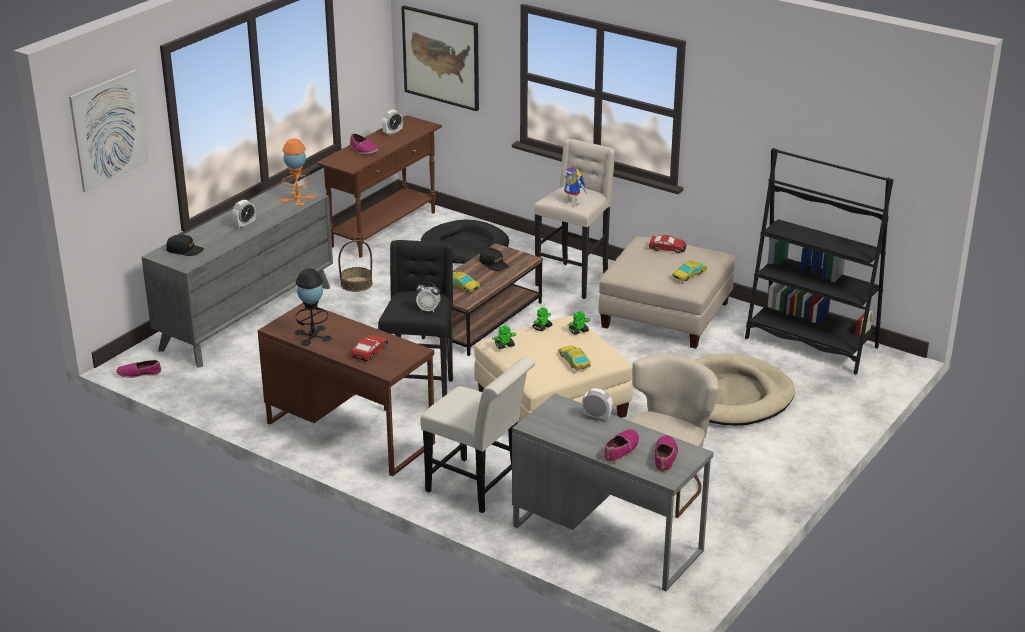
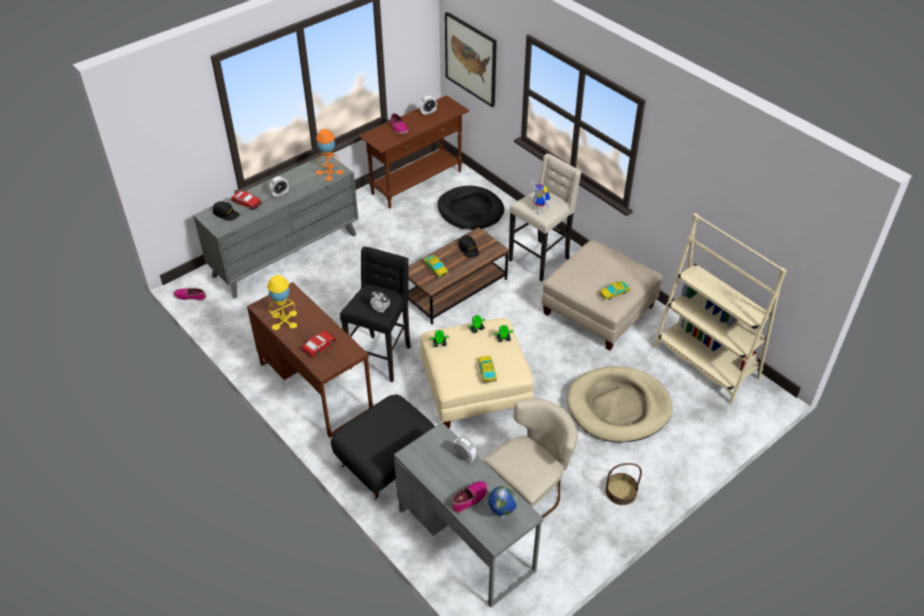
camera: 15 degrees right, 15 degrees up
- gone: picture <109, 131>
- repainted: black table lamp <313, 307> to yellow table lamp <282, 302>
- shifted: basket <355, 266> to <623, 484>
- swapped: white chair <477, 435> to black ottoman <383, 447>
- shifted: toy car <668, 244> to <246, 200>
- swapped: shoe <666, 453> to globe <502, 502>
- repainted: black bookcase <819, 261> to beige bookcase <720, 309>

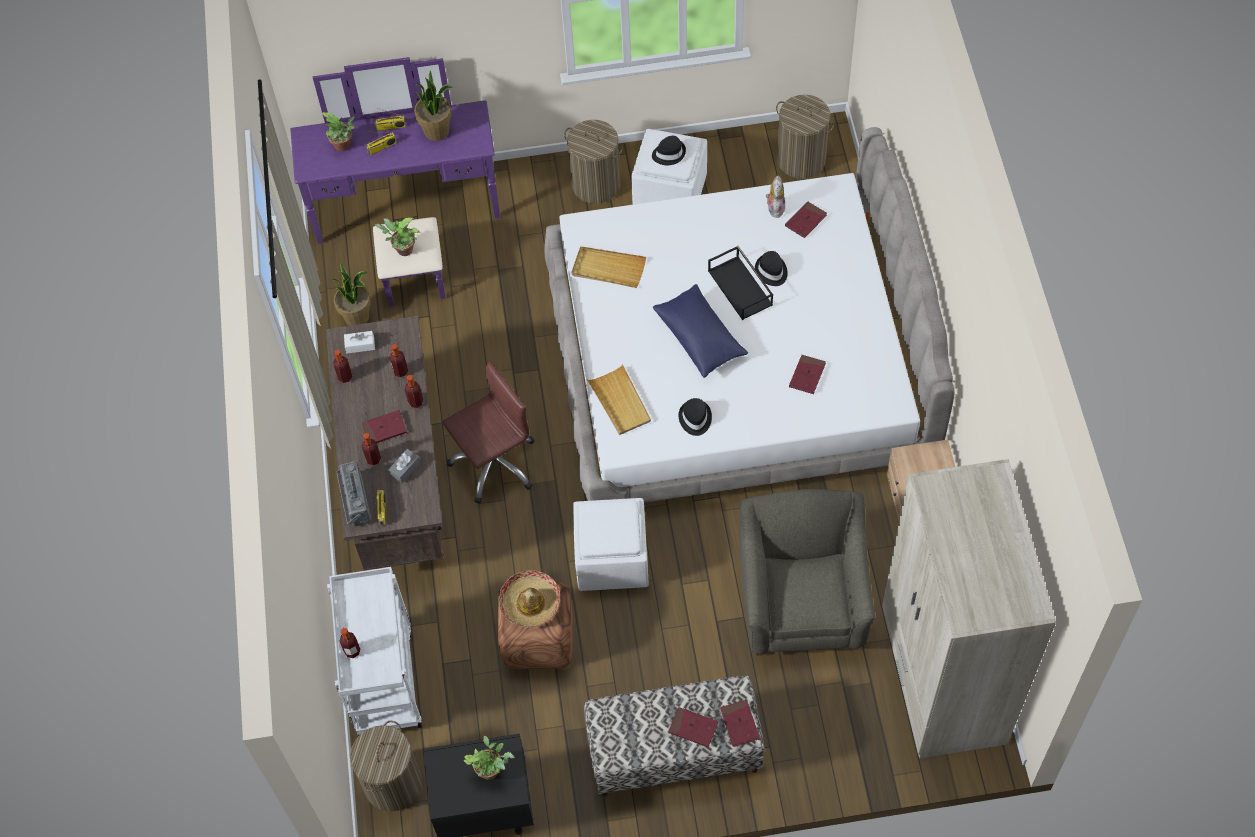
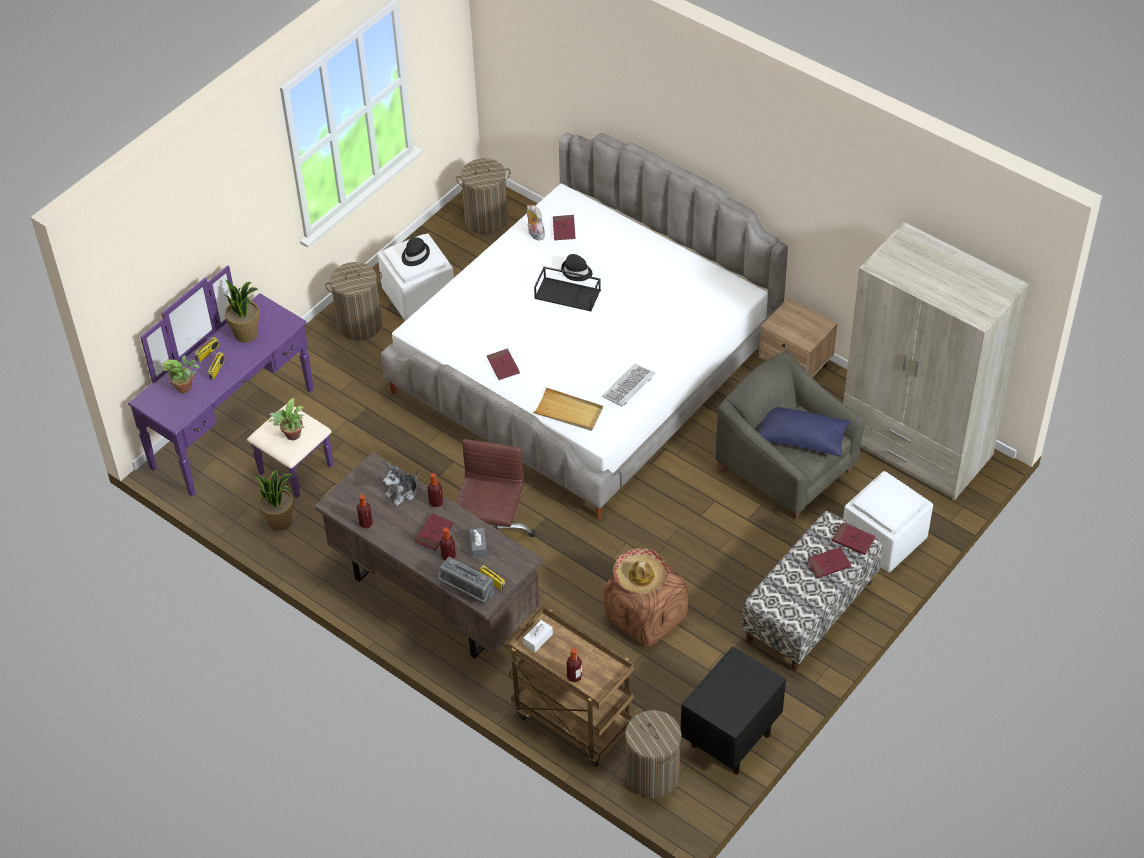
camera: 45 degrees left, 10 degrees down
- repainted: white cart <374, 651> to brown cart <570, 687>
- shifted: white tissue box <359, 342> to <538, 636>
- swapped: bottle <398, 360> to plush toy <401, 484>
- gone: potted plant <489, 757>
- gone: beige tray <608, 267>
- shifted: white ottoman <611, 544> to <888, 521>
- shifted: blue pillow <700, 331> to <804, 432>
- swapped: black hat <695, 417> to keyboard <628, 385>
- shifted: red book <807, 374> to <503, 364>

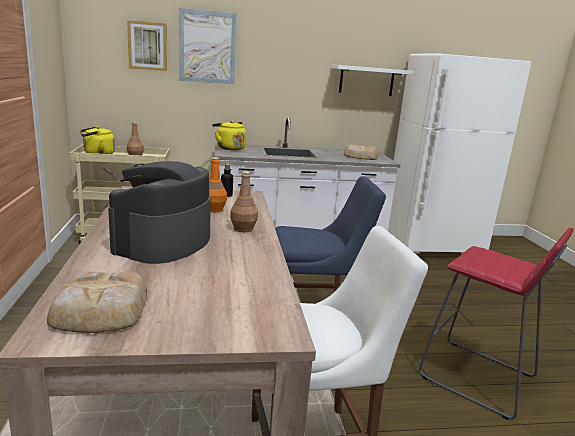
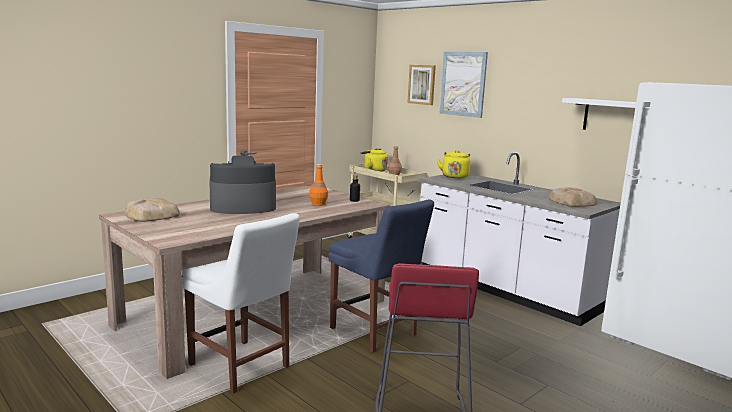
camera: 55 degrees right, 5 degrees down
- gone: brown bottle <244, 201>

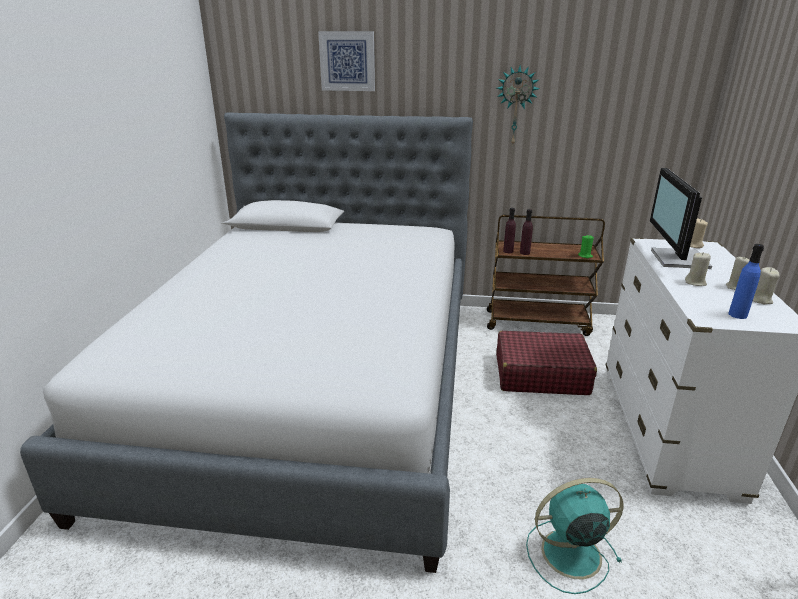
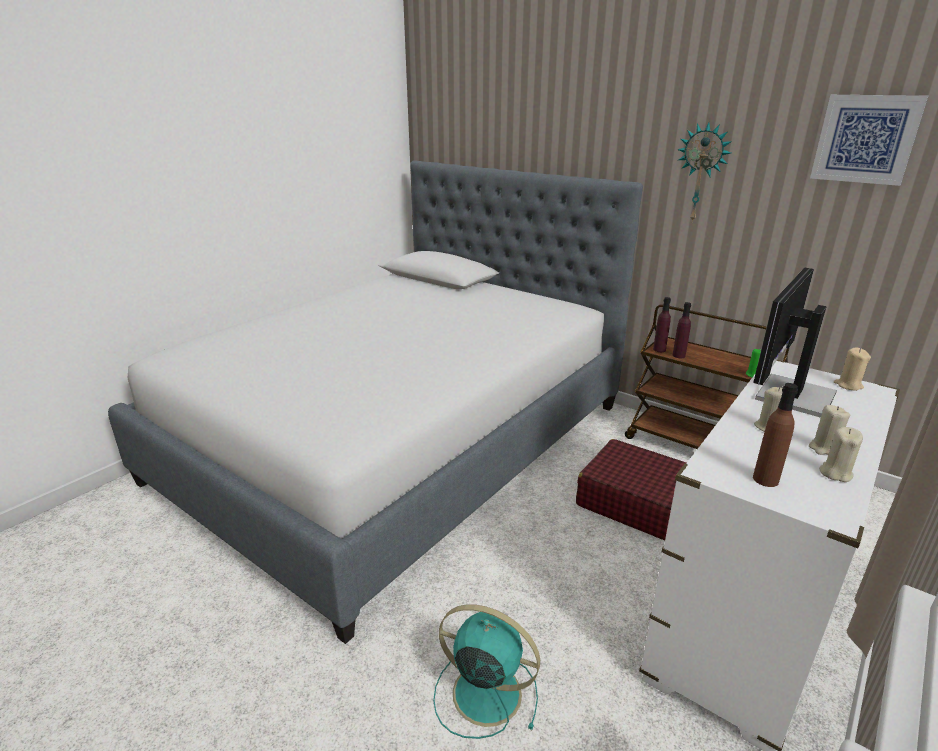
camera: 30 degrees right, 0 degrees up
- shifted: picture <346, 61> to <869, 140>
- repainted: blue bottle <746, 281> to brown bottle <775, 435>

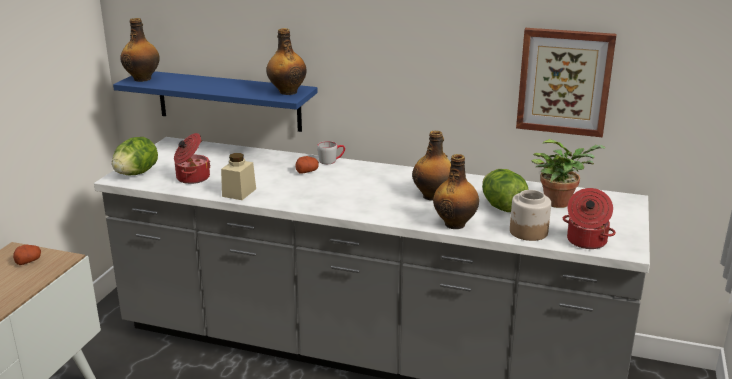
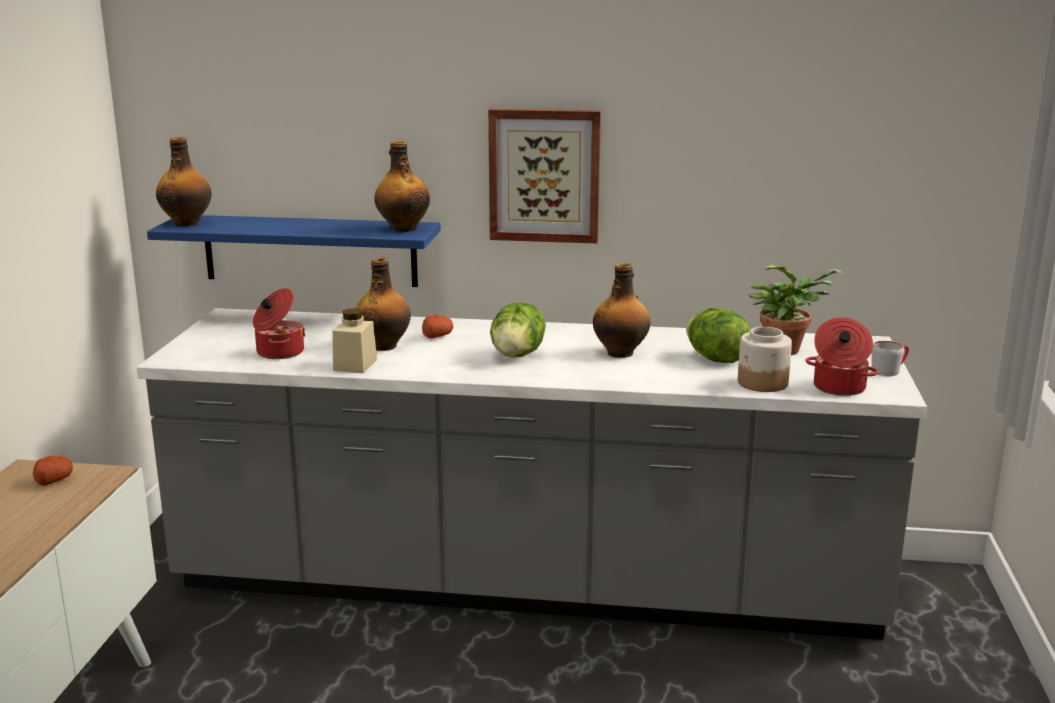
camera: 10 degrees left, 5 degrees down
- shifted: lettuce <135, 156> to <518, 330>
- shifted: grey mug <331, 152> to <890, 358>
- shifted: bottle <456, 191> to <383, 304>
- shifted: picture <566, 82> to <544, 175>

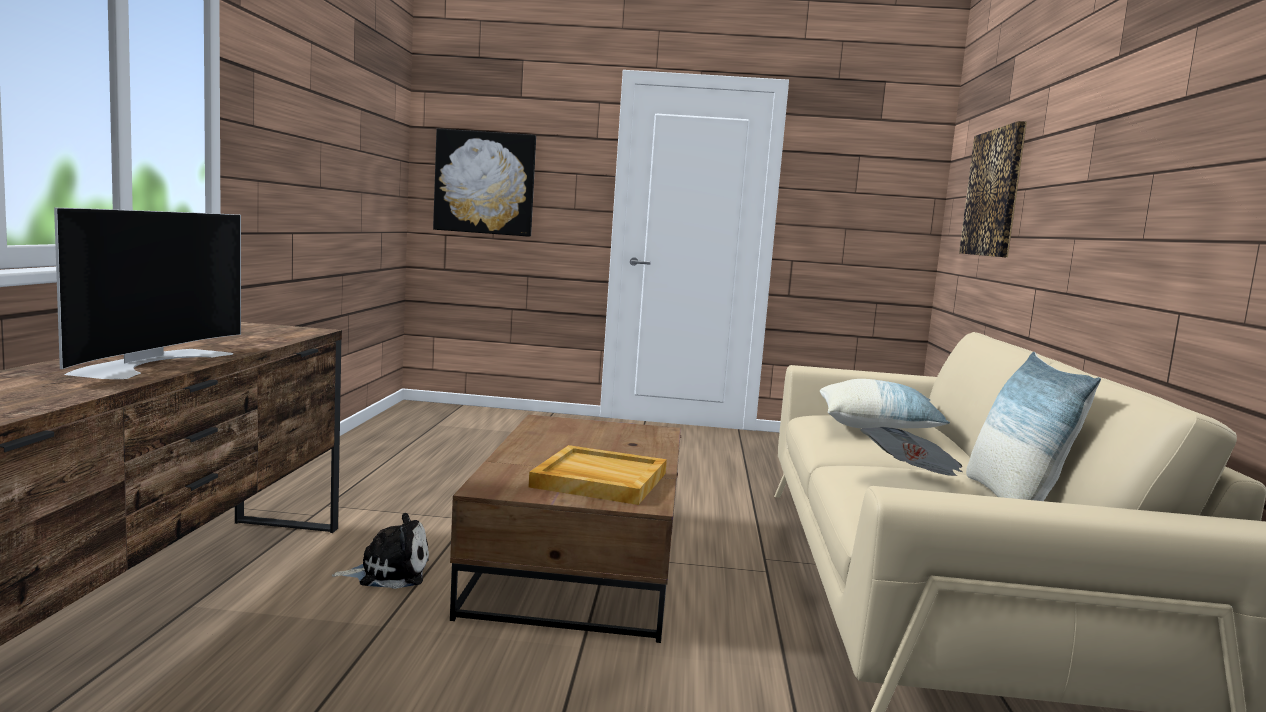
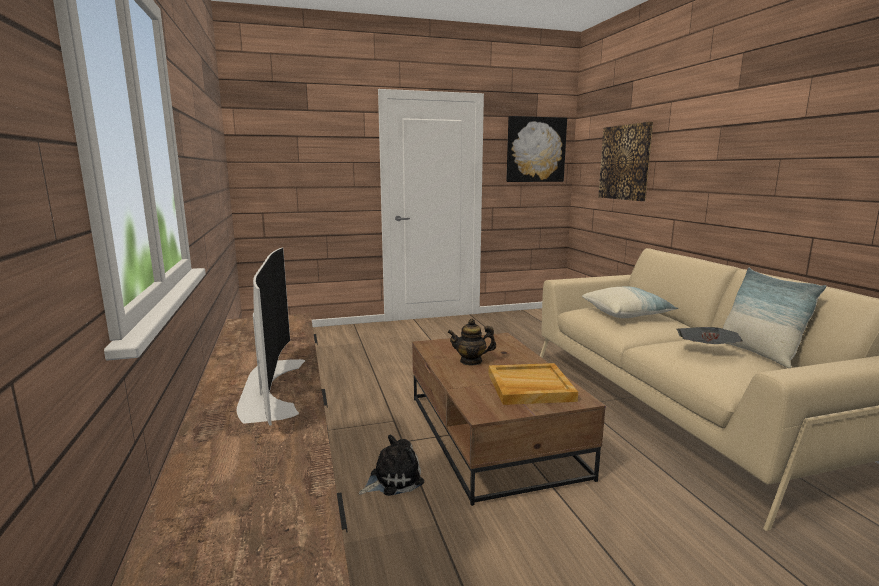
camera: 20 degrees left, 5 degrees up
- shifted: picture <484, 183> to <536, 149>
- new: teapot <471, 342>

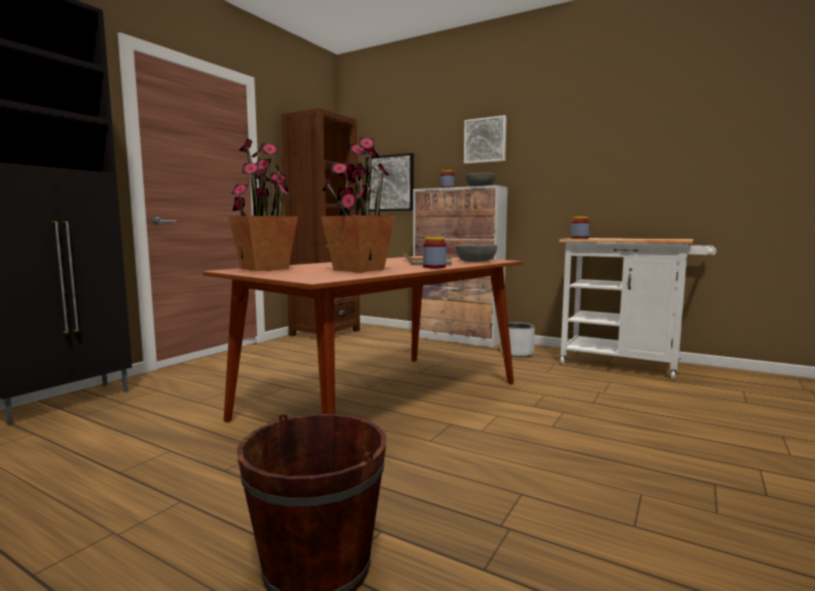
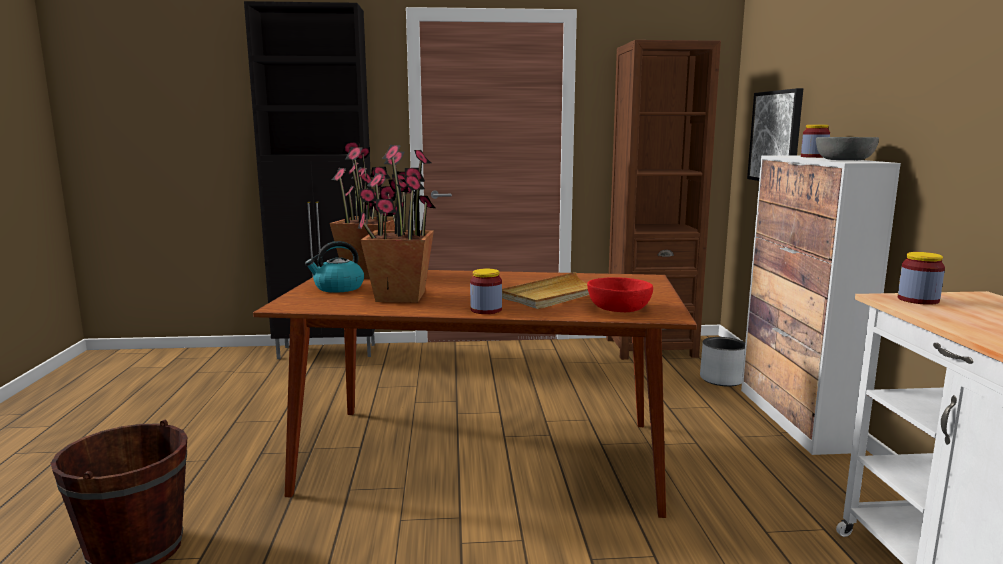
camera: 55 degrees right, 5 degrees up
- repainted: grey bowl <476, 253> to red bowl <620, 294>
- gone: picture <485, 139>
- shifted: grey planter <518, 339> to <722, 361>
- new: kettle <334, 267>

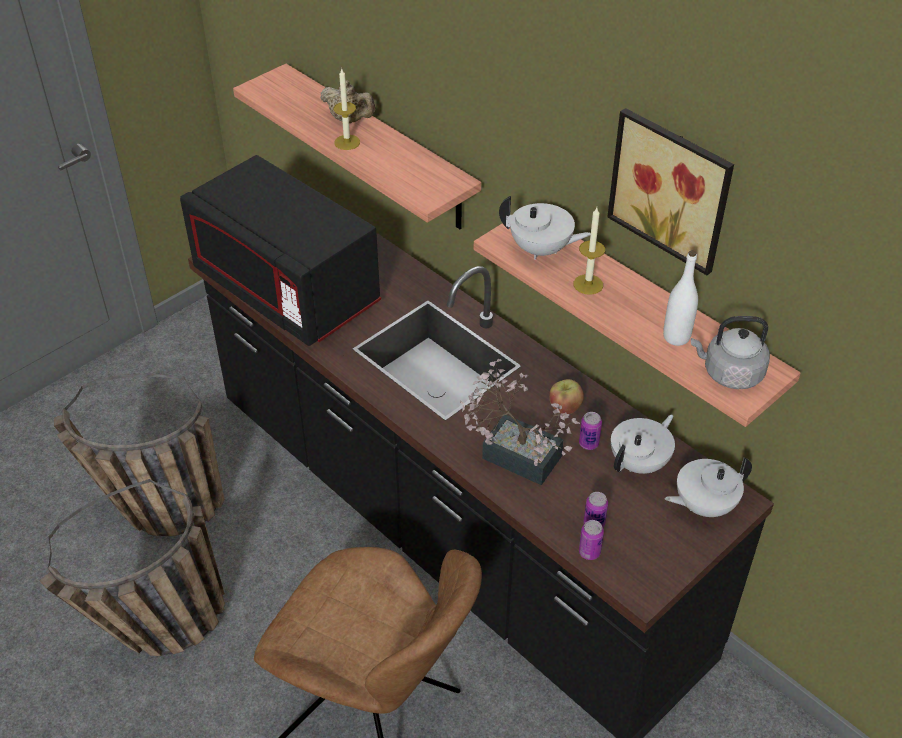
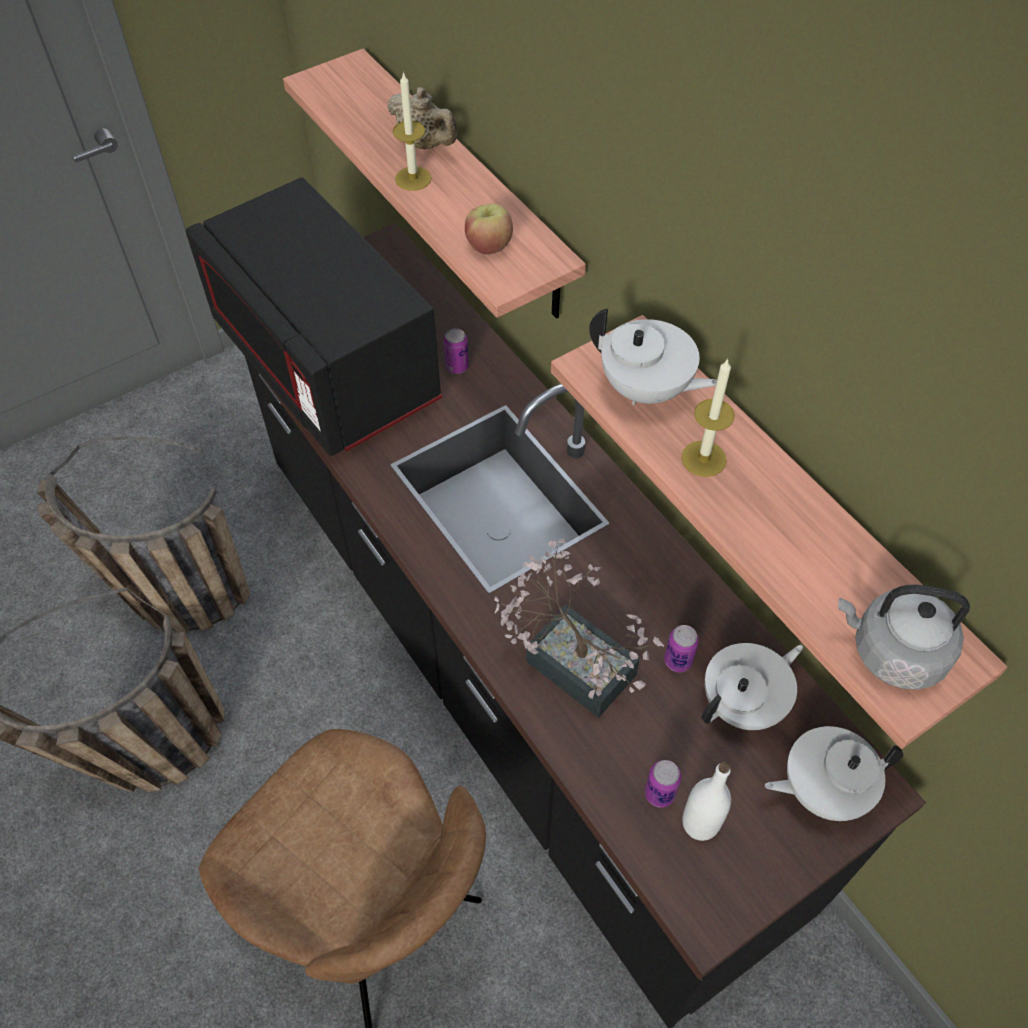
camera: 10 degrees right, 10 degrees up
- shifted: apple <566, 396> to <489, 229>
- shifted: can <591, 540> to <456, 351>
- gone: picture <670, 191>
- shifted: white bottle <680, 298> to <706, 801>

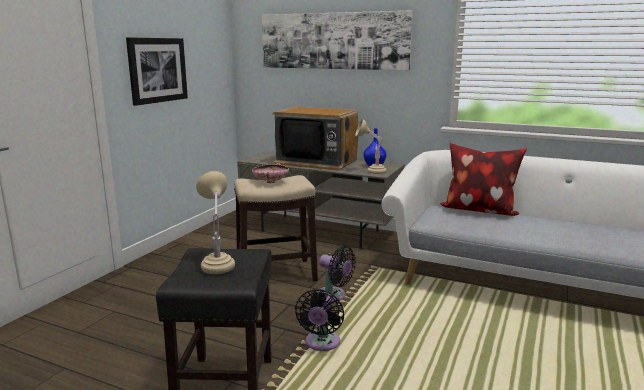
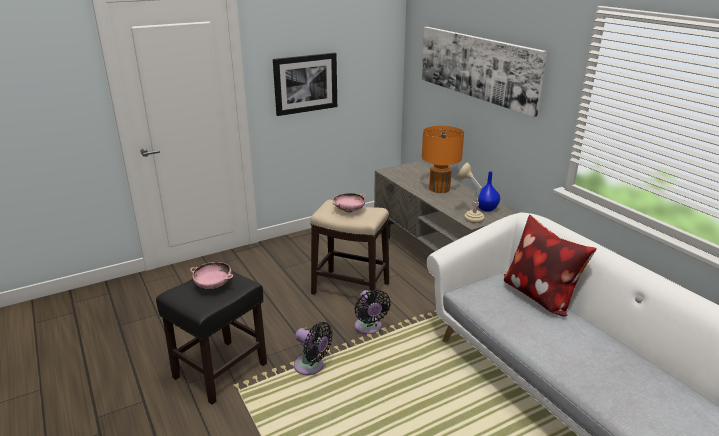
camera: 35 degrees right, 10 degrees up
- swapped: beige table lamp <215, 222> to pink bowl <211, 275>
- swapped: television <315, 139> to orange table lamp <443, 159>
- rotated: black fan <319, 320> = <313, 348> 105 degrees counterclockwise

